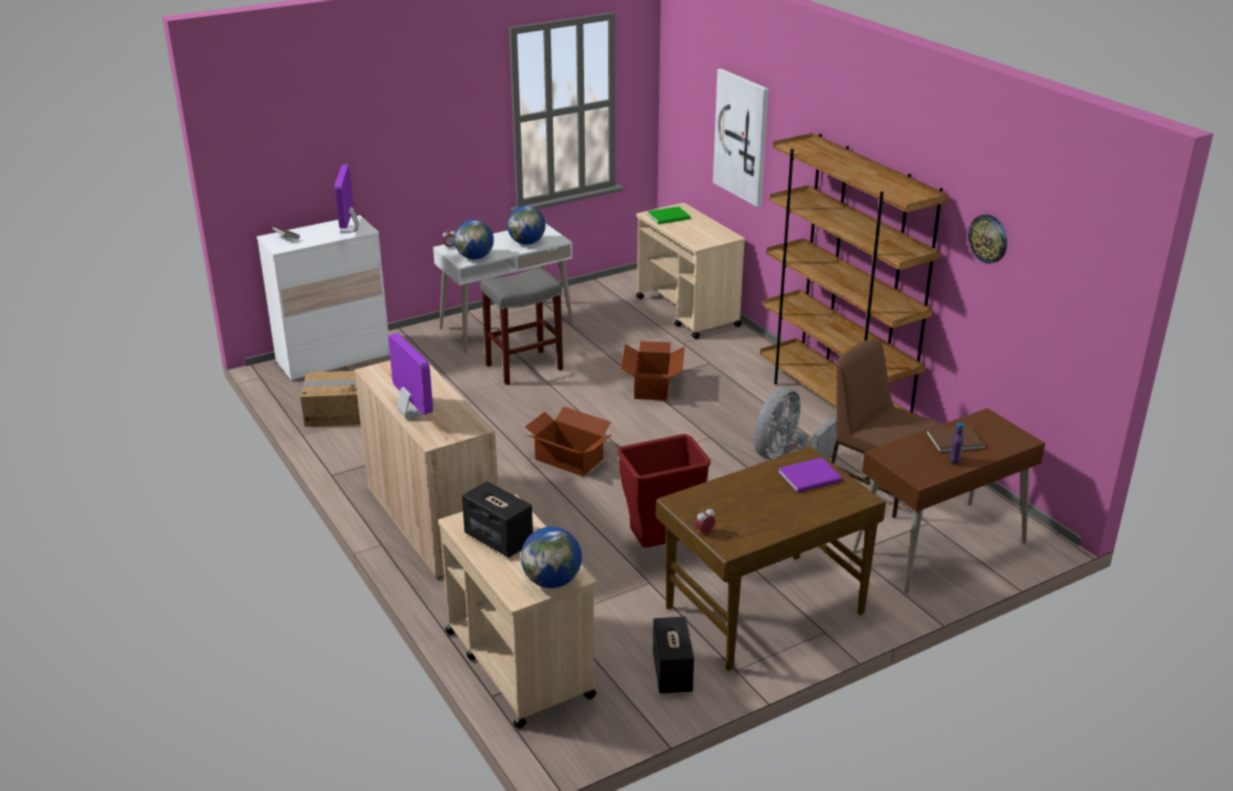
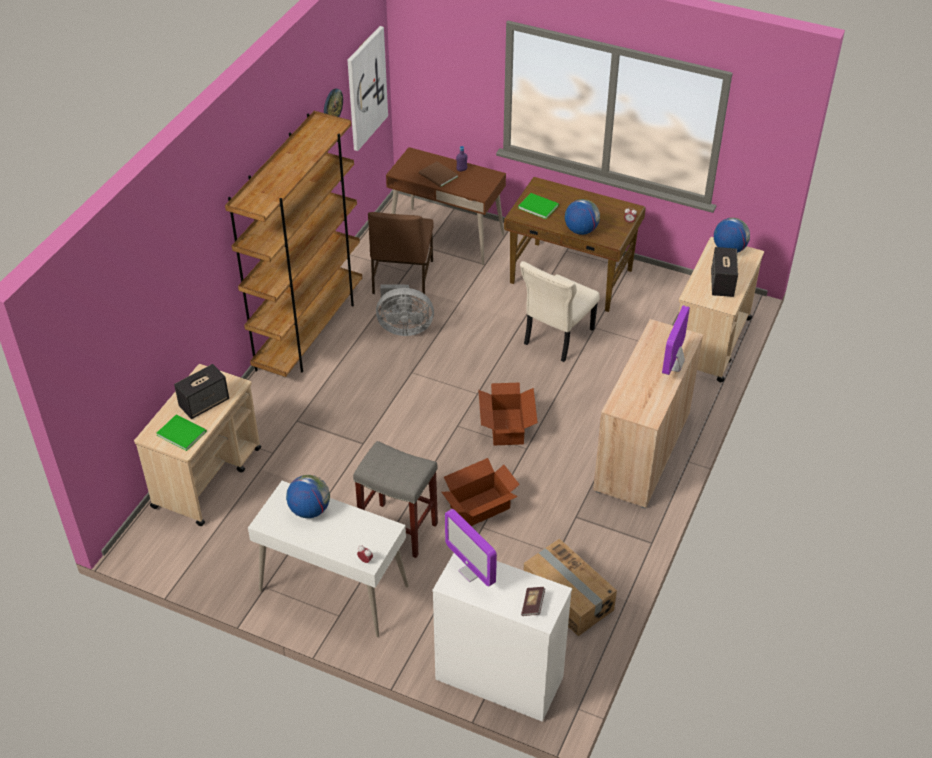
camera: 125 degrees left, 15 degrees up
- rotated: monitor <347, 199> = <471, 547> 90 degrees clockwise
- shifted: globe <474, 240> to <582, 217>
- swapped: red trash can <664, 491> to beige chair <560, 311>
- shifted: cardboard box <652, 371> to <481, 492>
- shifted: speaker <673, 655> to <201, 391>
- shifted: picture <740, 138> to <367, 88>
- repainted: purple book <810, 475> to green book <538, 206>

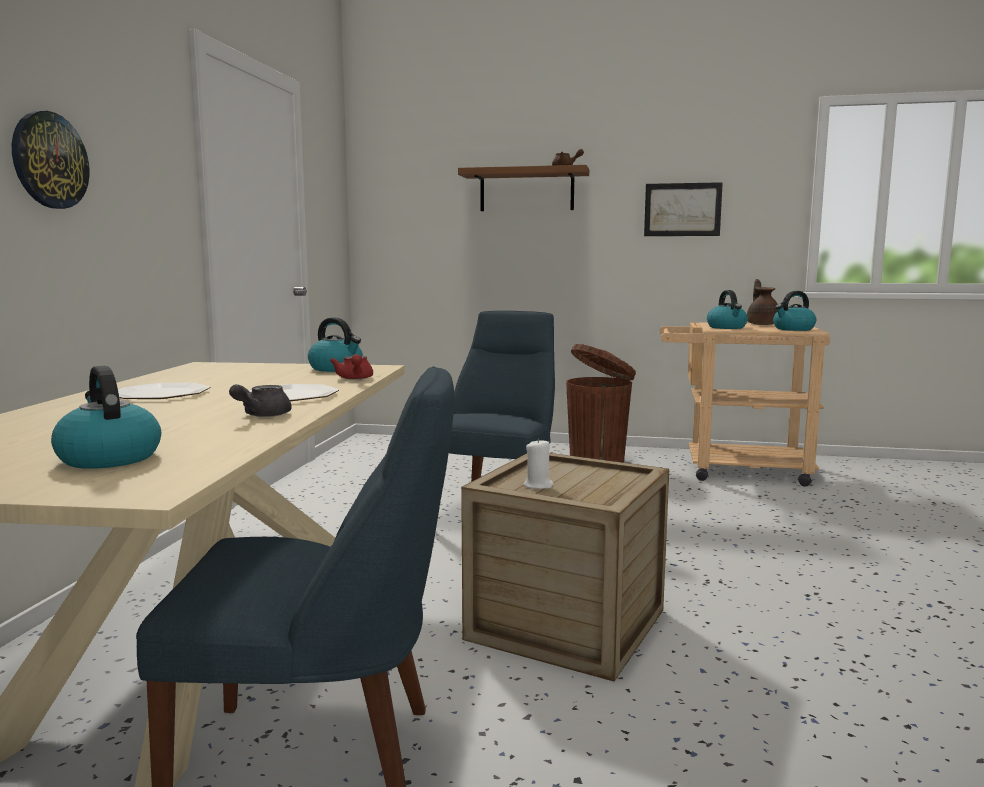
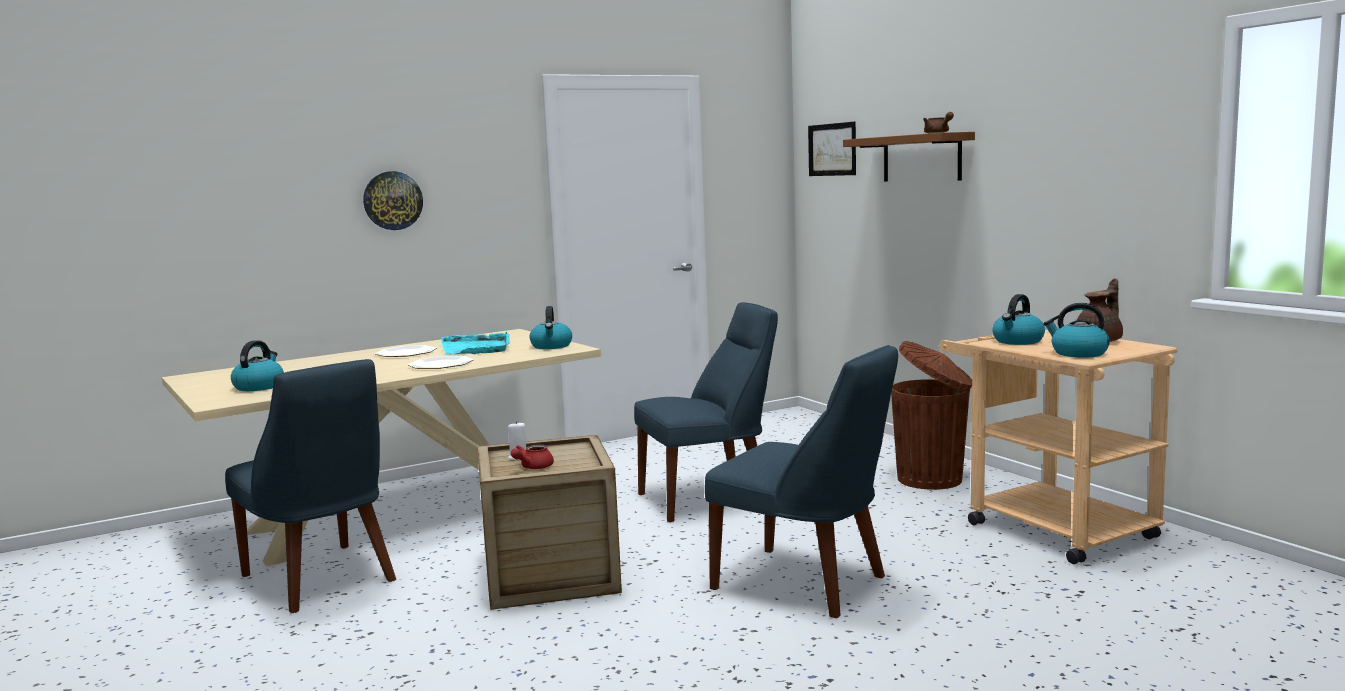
camera: 50 degrees right, 0 degrees up
- gone: grey teapot <260, 400>
- shifted: red teapot <351, 367> to <532, 457>
- shifted: picture <683, 209> to <832, 149>
- new: turquoise tray <475, 343>
- new: blue chair <801, 481>

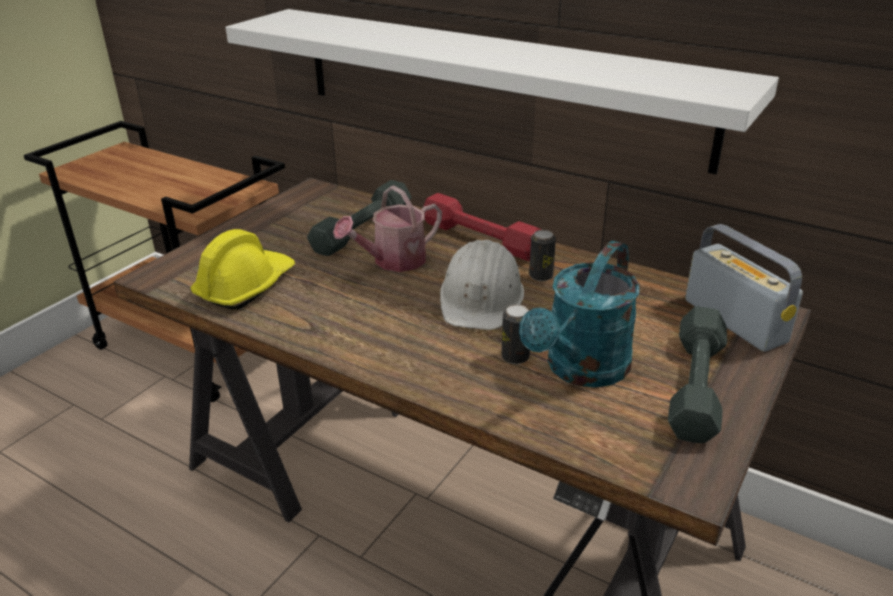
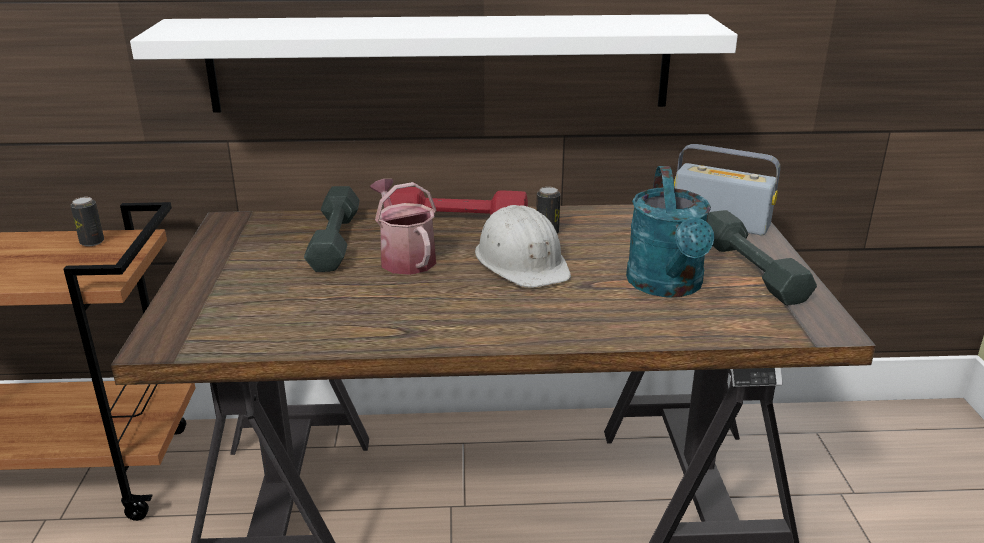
camera: 35 degrees left, 5 degrees down
- gone: yellow hard hat <243, 269>
- rotated: watering can <387, 229> = <403, 227> 135 degrees clockwise
- shifted: can <515, 334> to <87, 221>

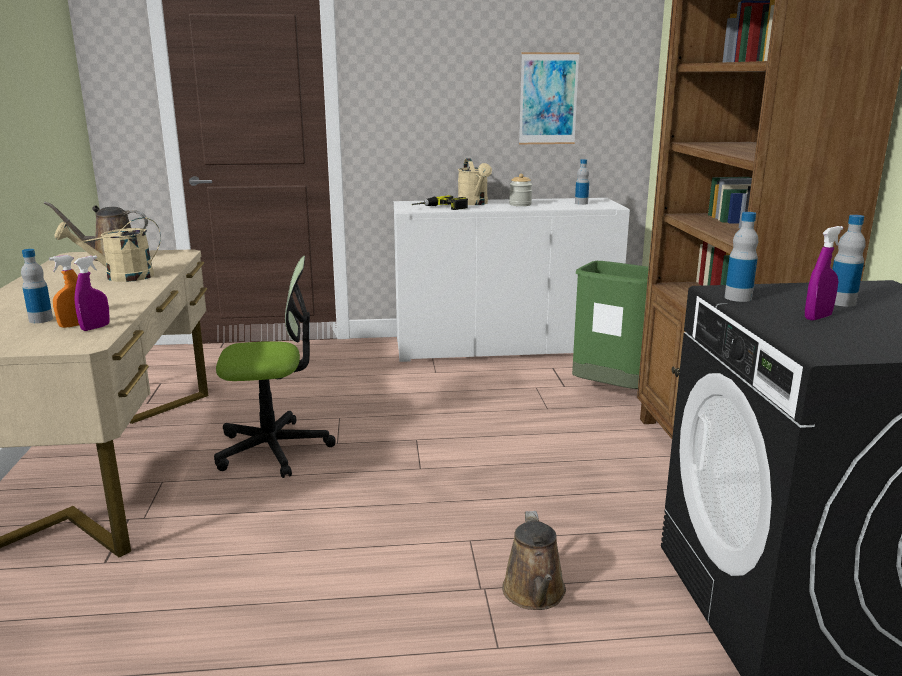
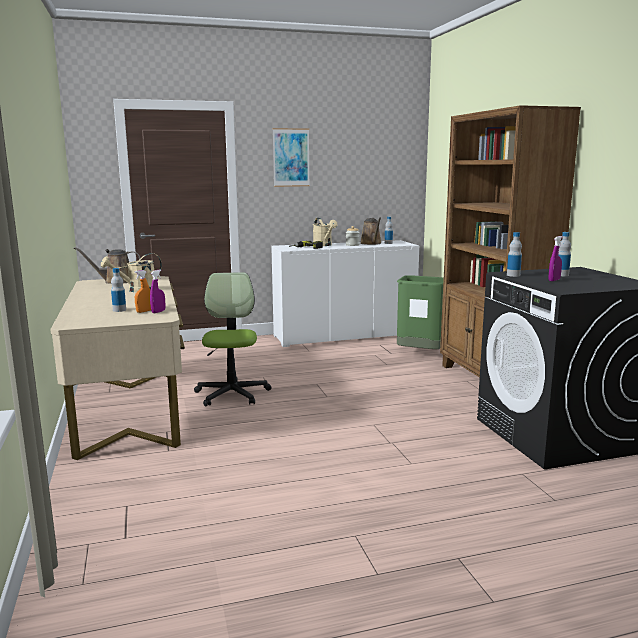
camera: 10 degrees left, 5 degrees down
- rotated: office chair <275, 367> = <232, 339> 75 degrees counterclockwise
- shifted: brown watering can <534, 560> to <371, 231>
- shifted: picture <549, 98> to <291, 157>

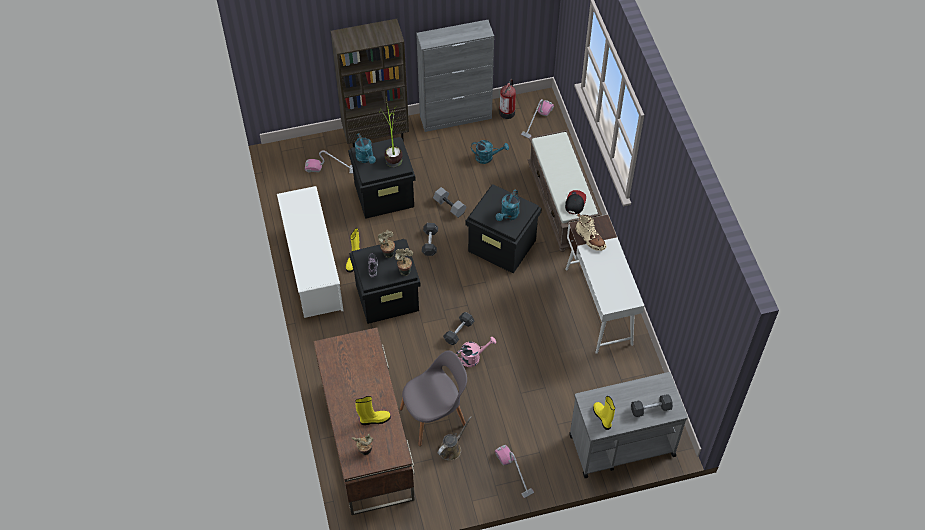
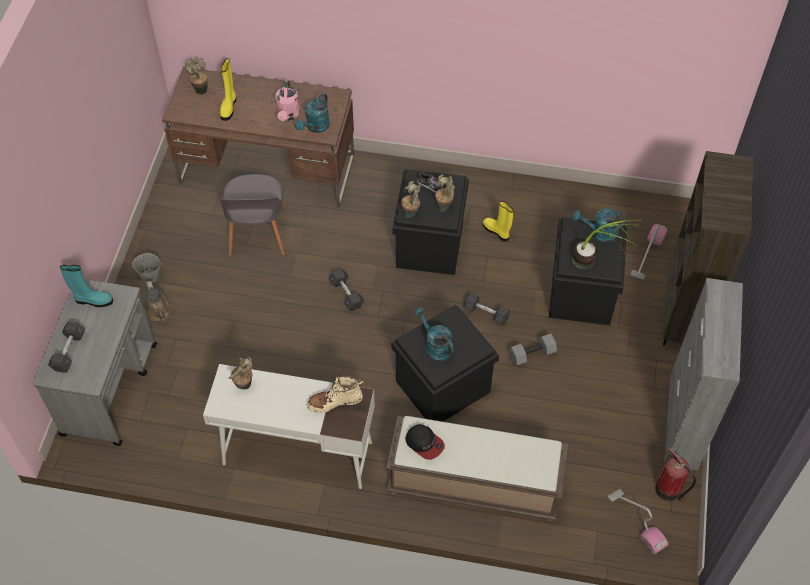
camera: 115 degrees right, 0 degrees up
- gone: white shoe rack <310, 252>
- shifted: brown watering can <454, 438> to <158, 301>
- shifted: pink watering can <476, 352> to <287, 100>
- shifted: turquoise watering can <490, 152> to <312, 113>
- swapped: vacuum cleaner <514, 471> to grey bucket <146, 267>
- repainted: yellow boot <604, 413> to turquoise boot <86, 286>
- new: potted plant <240, 373>

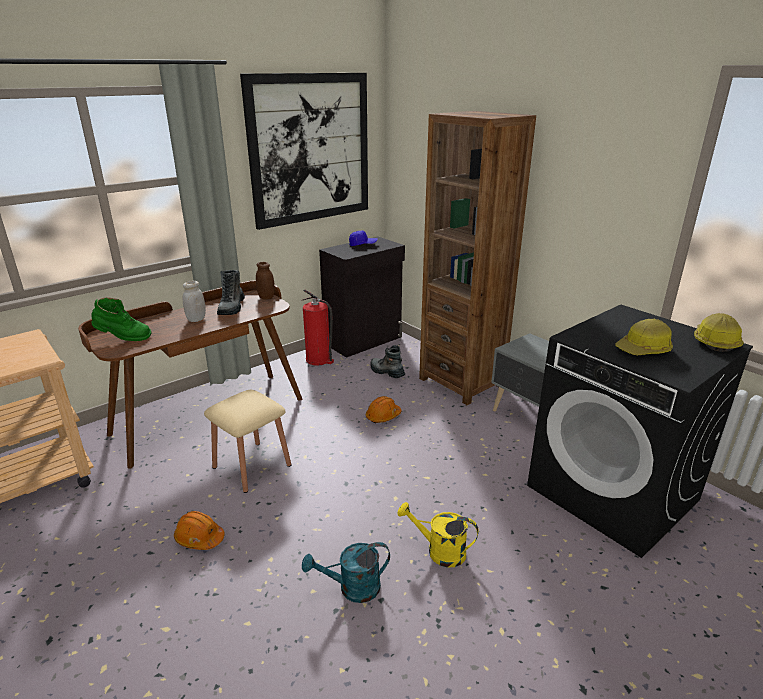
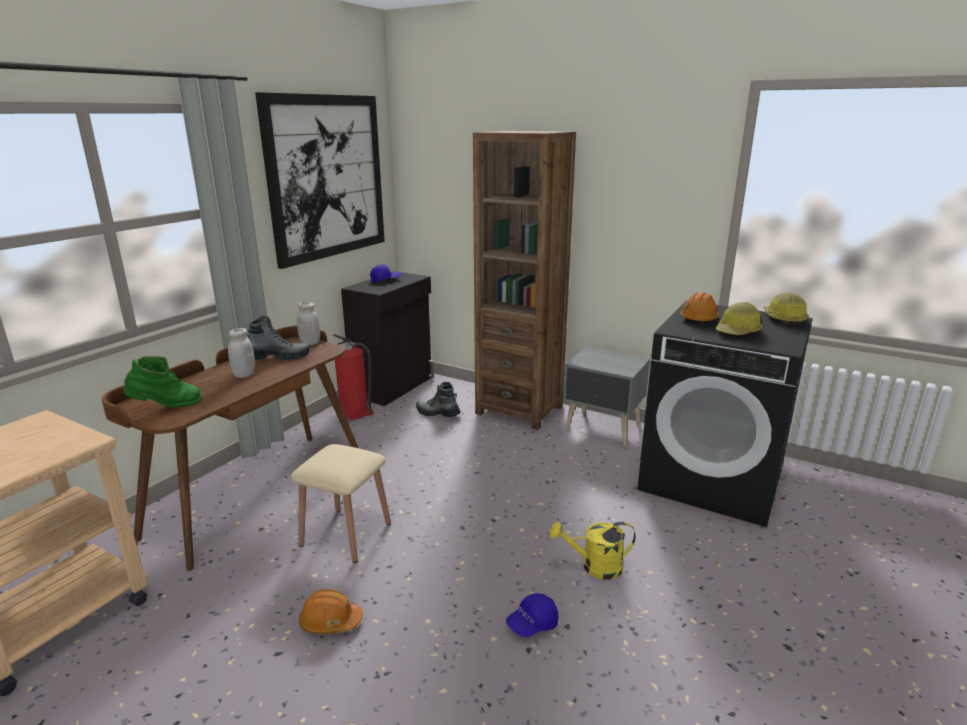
camera: 20 degrees left, 5 degrees down
- rotated: boot <231, 292> = <278, 337> 90 degrees counterclockwise
- repainted: brown jar <265, 281> to white jar <308, 323>
- swapped: turquoise watering can <346, 572> to blue cap <532, 615>
- shifted: orange hard hat <384, 409> to <699, 308>

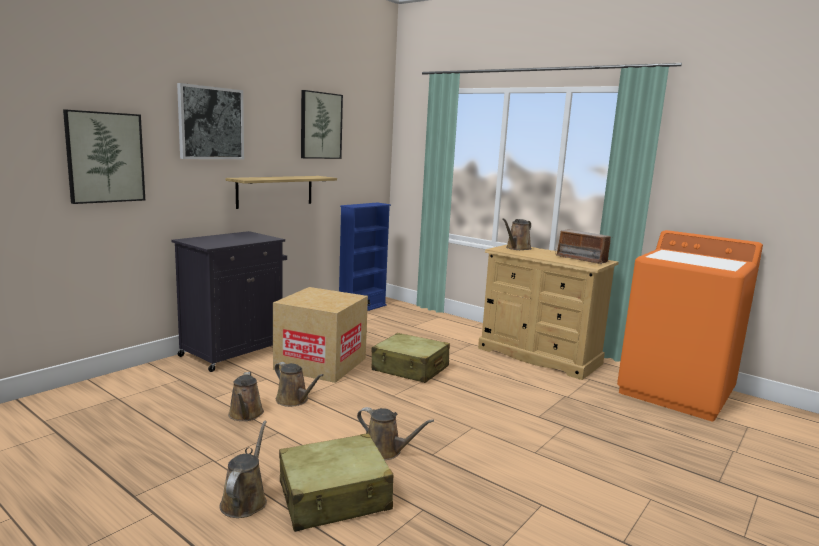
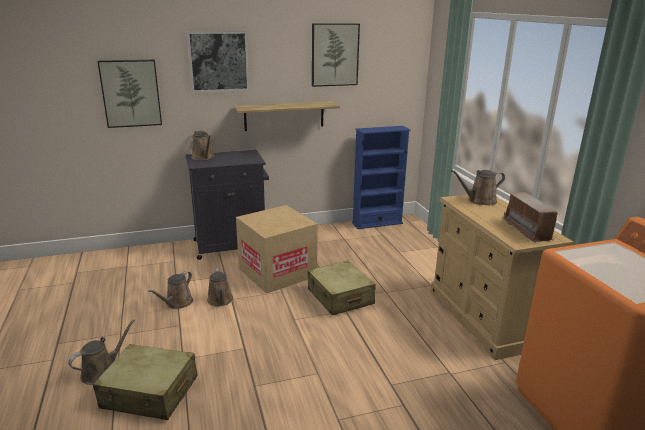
camera: 35 degrees right, 10 degrees up
- shifted: brown watering can <395, 433> to <202, 145>

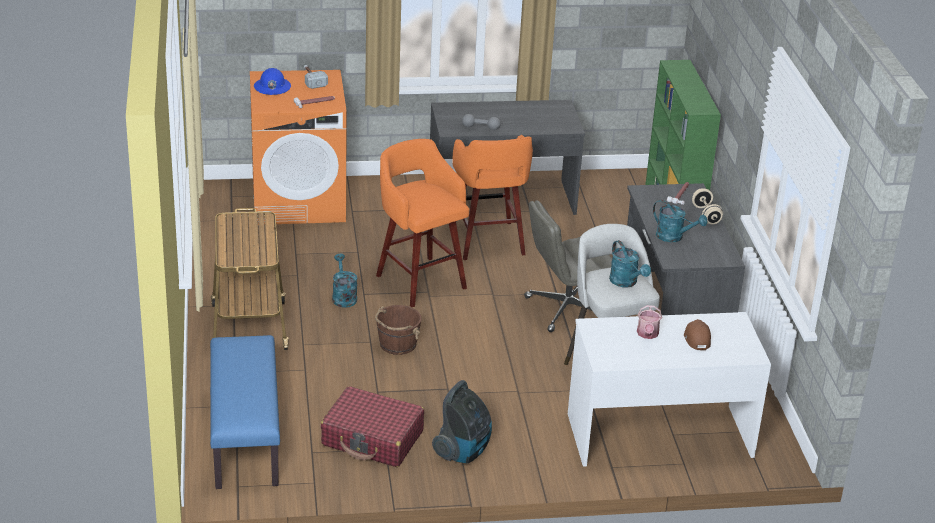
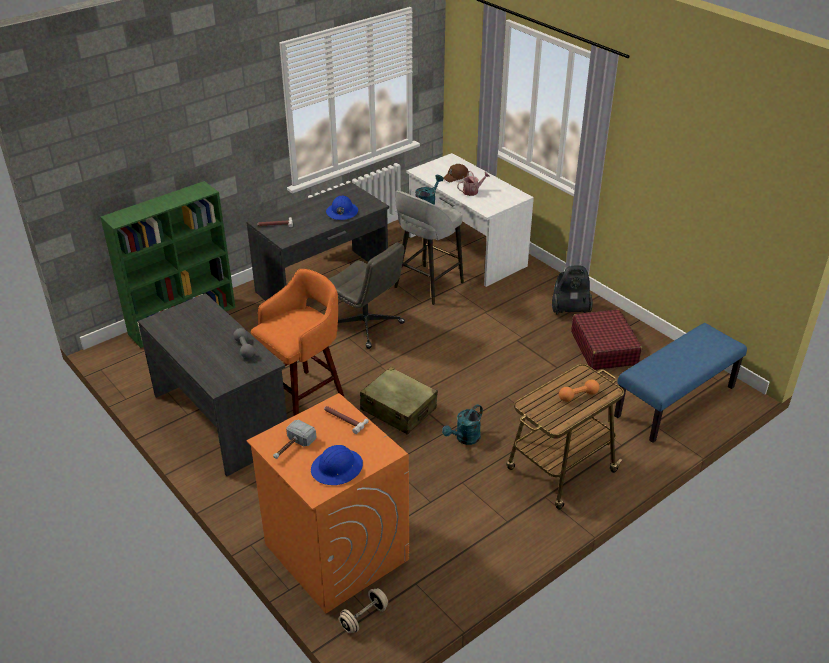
camera: 120 degrees left, 5 degrees up
- gone: brown bucket <398, 330>
- swapped: orange stool <422, 223> to beige suitcase <399, 401>
- swapped: turquoise watering can <680, 221> to blue hard hat <342, 207>
- shifted: beige dumbbell <707, 206> to <363, 610>
- new: orange dumbbell <579, 391>

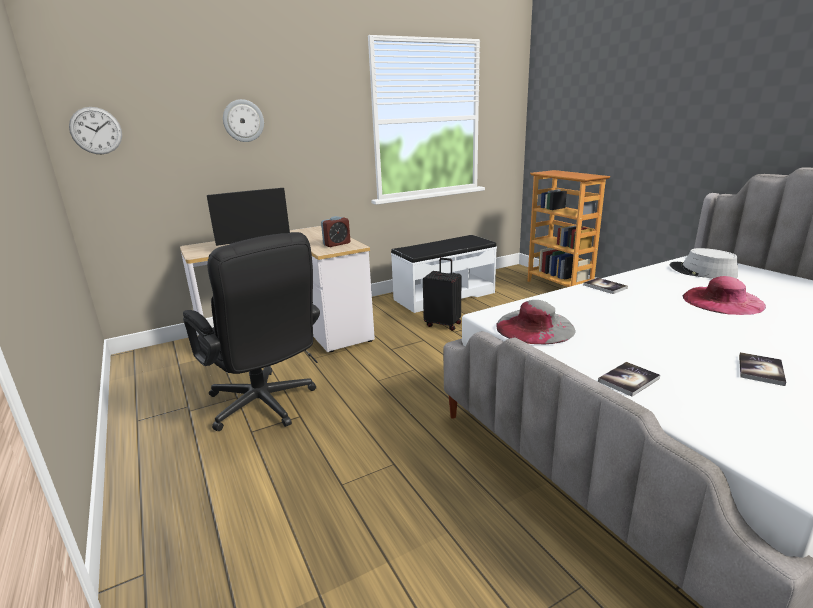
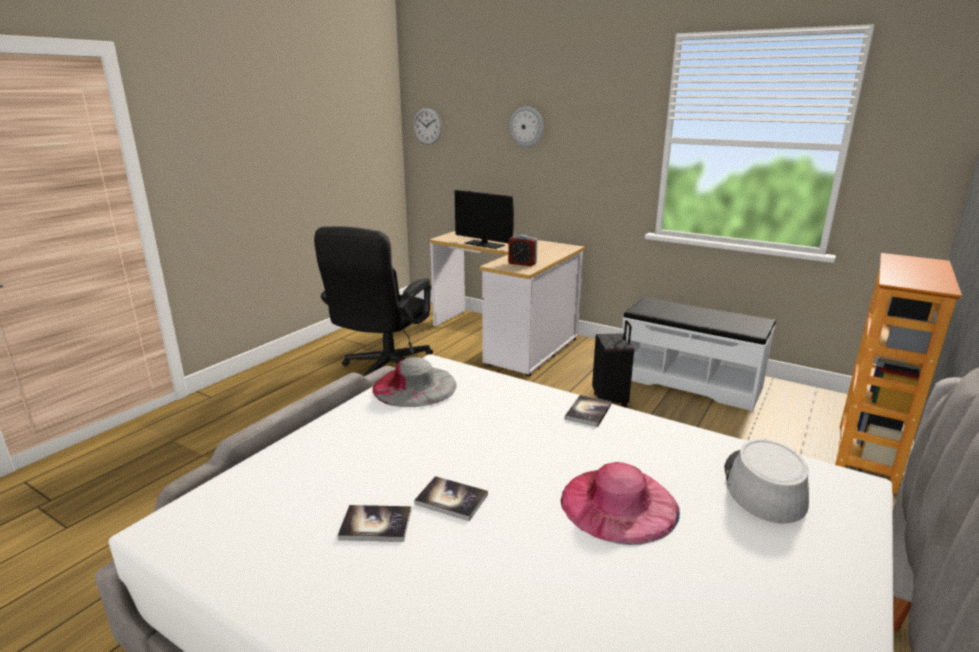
camera: 60 degrees right, 0 degrees up
- shifted: book <629, 379> to <451, 498>

